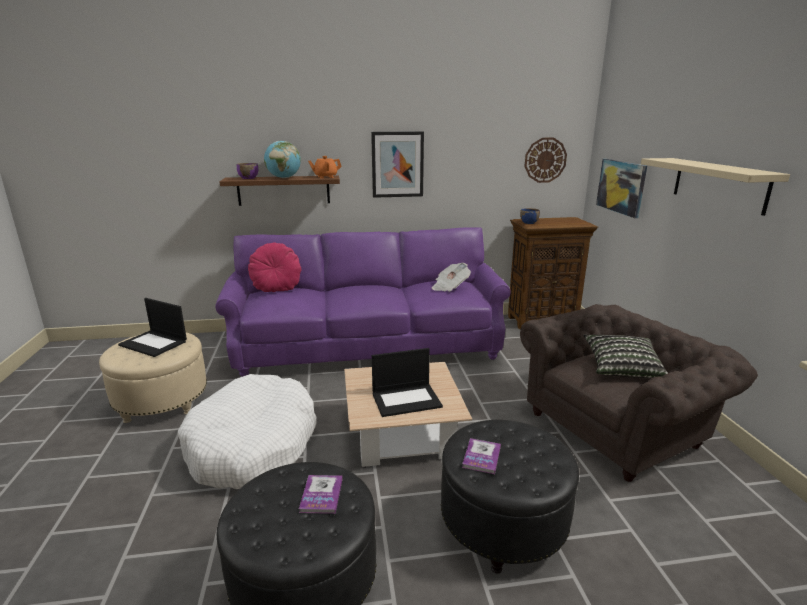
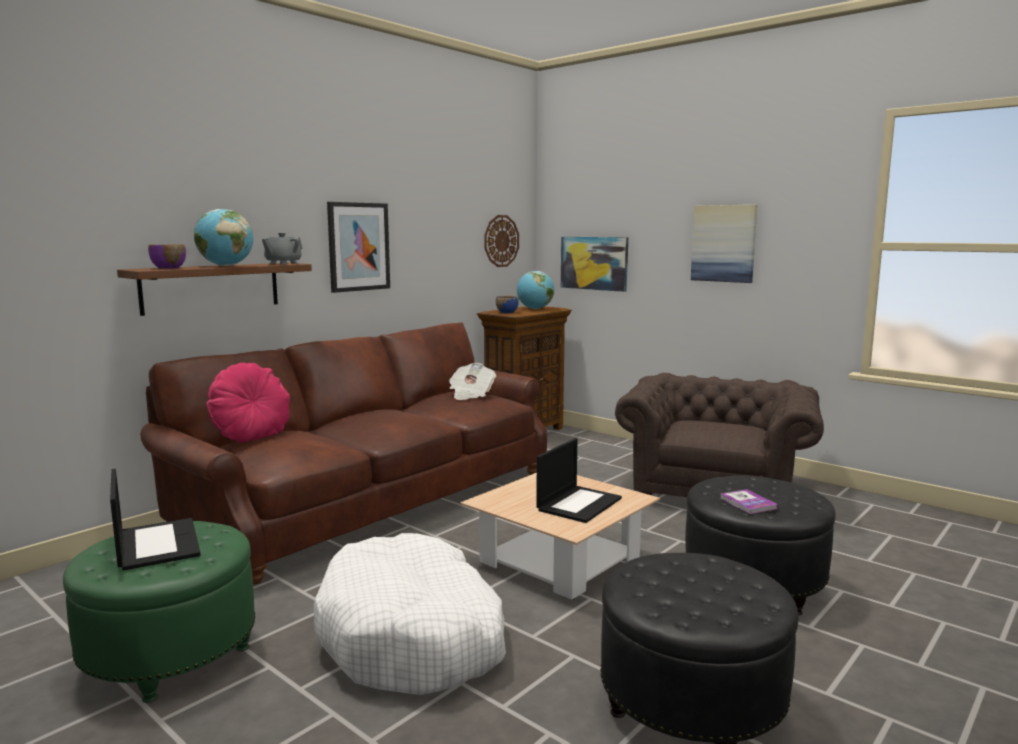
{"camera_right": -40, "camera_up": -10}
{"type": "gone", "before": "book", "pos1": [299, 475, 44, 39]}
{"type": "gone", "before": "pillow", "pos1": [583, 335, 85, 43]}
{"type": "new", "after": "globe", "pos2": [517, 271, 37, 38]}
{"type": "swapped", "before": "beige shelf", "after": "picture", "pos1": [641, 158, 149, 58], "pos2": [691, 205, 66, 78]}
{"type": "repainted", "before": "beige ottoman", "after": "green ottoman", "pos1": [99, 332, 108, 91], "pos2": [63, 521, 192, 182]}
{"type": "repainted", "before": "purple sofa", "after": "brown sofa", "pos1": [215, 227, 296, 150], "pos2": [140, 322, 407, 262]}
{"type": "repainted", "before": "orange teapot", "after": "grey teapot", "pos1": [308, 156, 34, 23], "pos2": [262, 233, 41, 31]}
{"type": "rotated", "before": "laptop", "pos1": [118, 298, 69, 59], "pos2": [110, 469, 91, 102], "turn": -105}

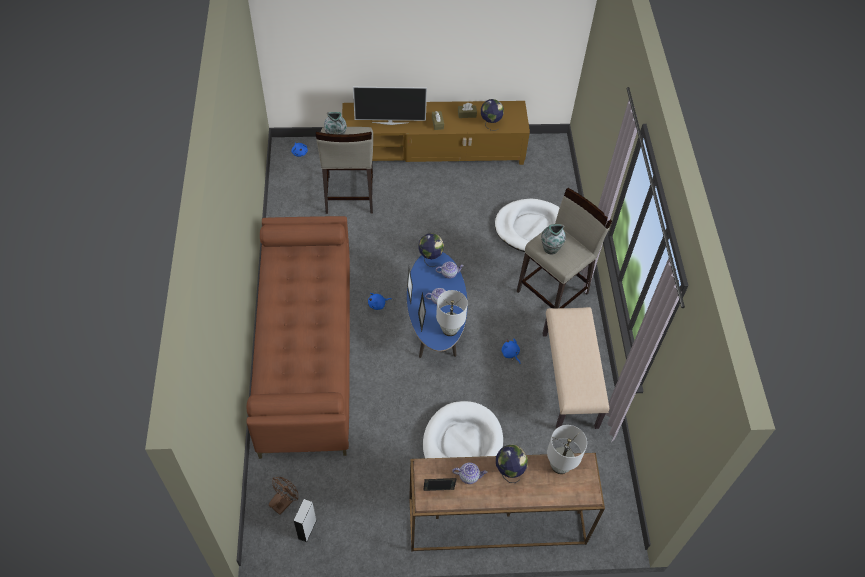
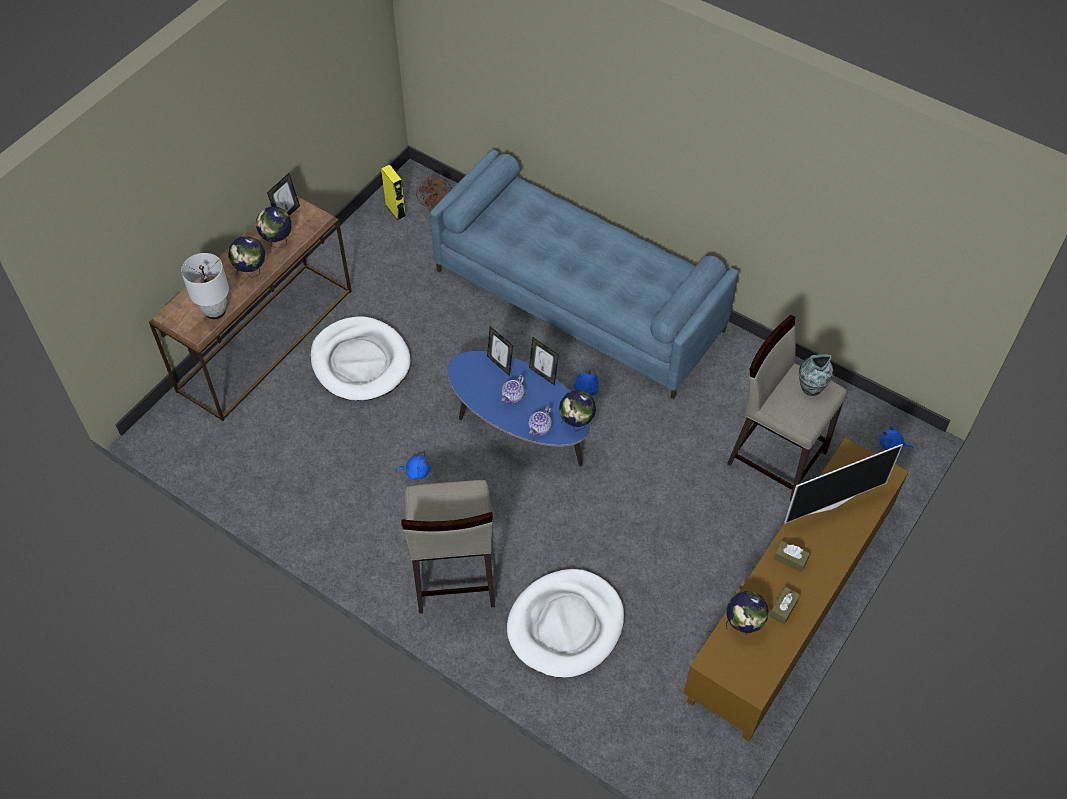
{"camera_right": 130, "camera_up": 0}
{"type": "gone", "before": "white table lamp", "pos1": [436, 290, 32, 46]}
{"type": "gone", "before": "vase", "pos1": [541, 224, 25, 30]}
{"type": "gone", "before": "beige bench", "pos1": [542, 307, 67, 122]}
{"type": "swapped", "before": "teapot", "after": "globe", "pos1": [452, 463, 35, 21], "pos2": [256, 206, 35, 42]}
{"type": "repainted", "before": "brown sofa", "after": "blue sofa", "pos1": [246, 216, 104, 243], "pos2": [430, 150, 308, 249]}
{"type": "repainted", "before": "grey speaker", "after": "yellow speaker", "pos1": [293, 499, 24, 44], "pos2": [381, 164, 25, 56]}
{"type": "rotated", "before": "television", "pos1": [353, 87, 74, 38], "pos2": [784, 444, 119, 80], "turn": -150}

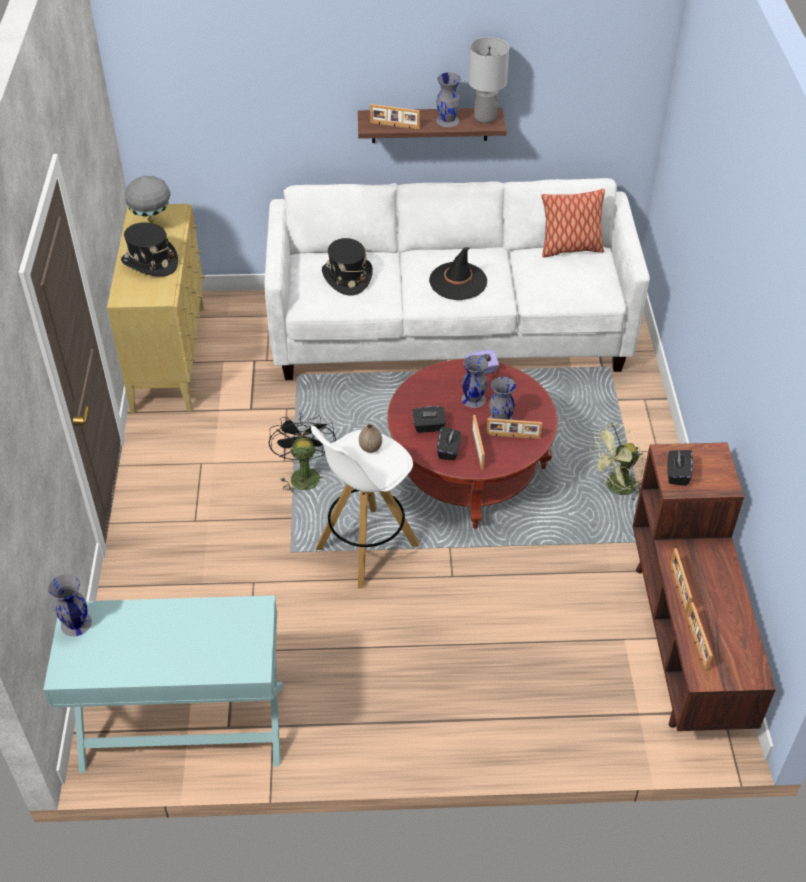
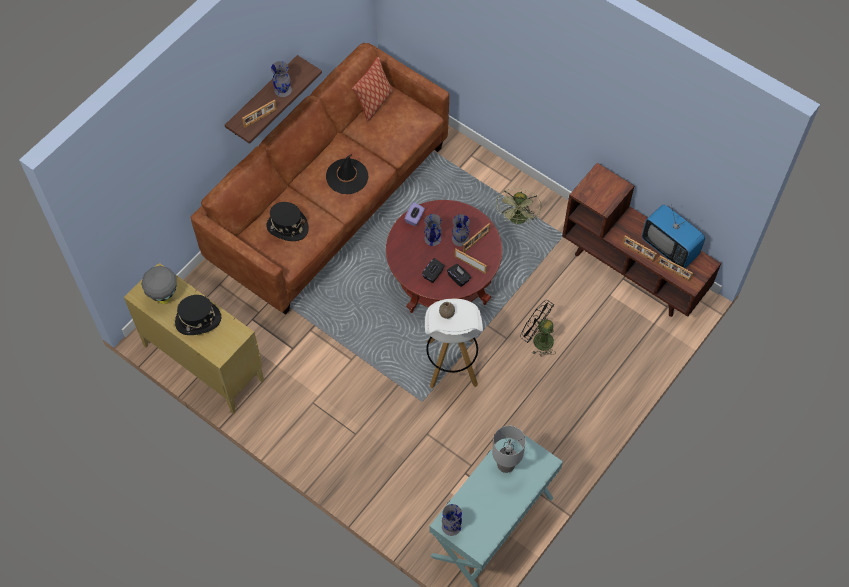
{"camera_right": -50, "camera_up": 15}
{"type": "gone", "before": "black tissue box", "pos1": [668, 450, 25, 36]}
{"type": "new", "after": "television", "pos2": [642, 204, 63, 64]}
{"type": "shifted", "before": "black fan", "pos1": [269, 413, 67, 81], "pos2": [520, 300, 36, 57]}
{"type": "shifted", "before": "grey table lamp", "pos1": [468, 37, 41, 87], "pos2": [492, 426, 34, 47]}
{"type": "repainted", "before": "white sofa", "after": "brown sofa", "pos1": [264, 178, 386, 202], "pos2": [191, 43, 258, 272]}

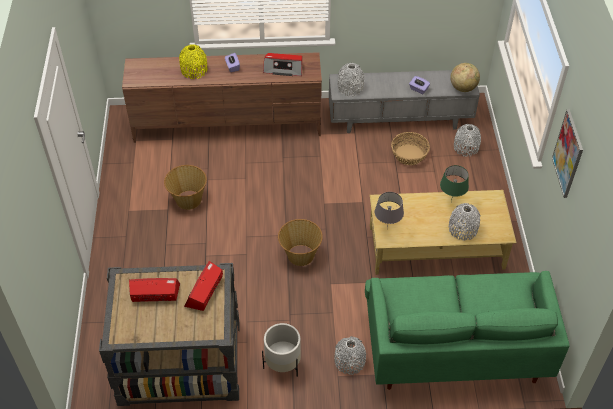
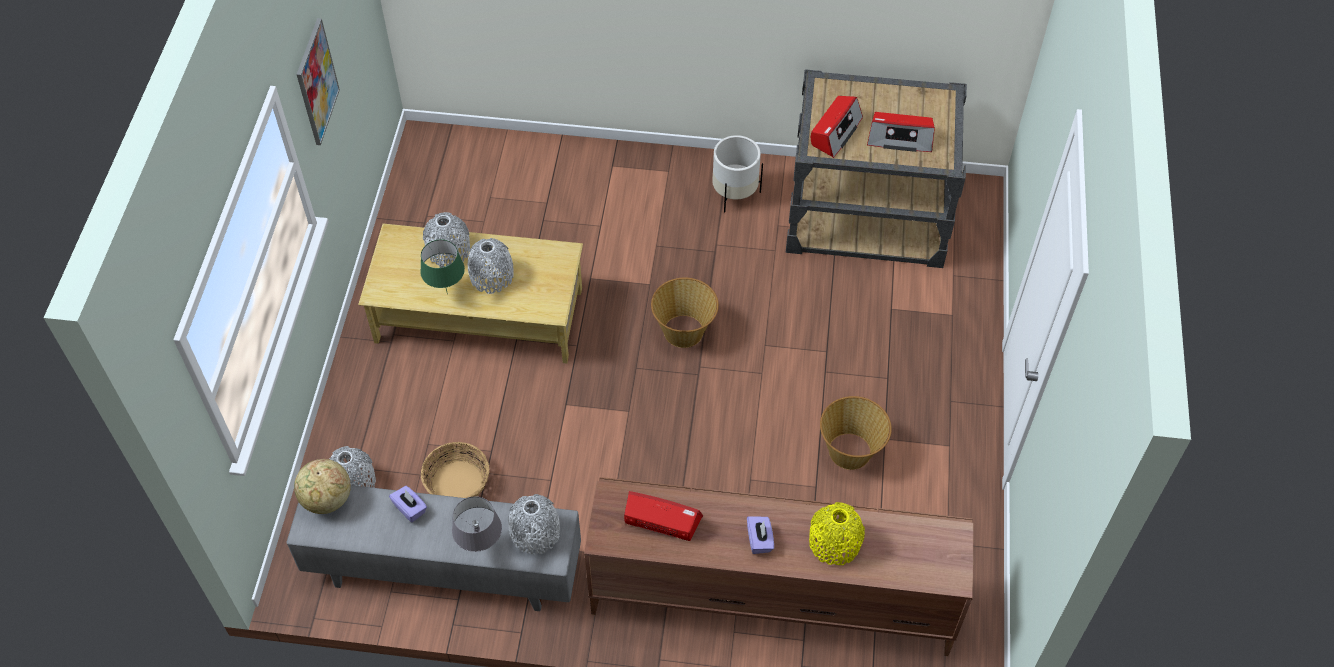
{"camera_right": -170, "camera_up": 5}
{"type": "gone", "before": "green sofa", "pos1": [365, 271, 205, 119]}
{"type": "shifted", "before": "grey vase", "pos1": [334, 336, 32, 39], "pos2": [467, 238, 47, 56]}
{"type": "shifted", "before": "grey table lamp", "pos1": [375, 192, 29, 37], "pos2": [452, 496, 50, 56]}

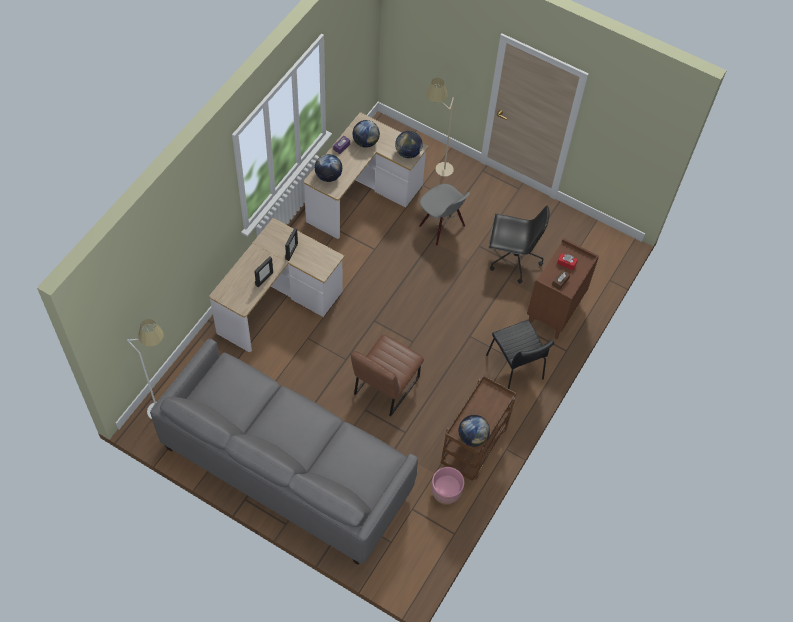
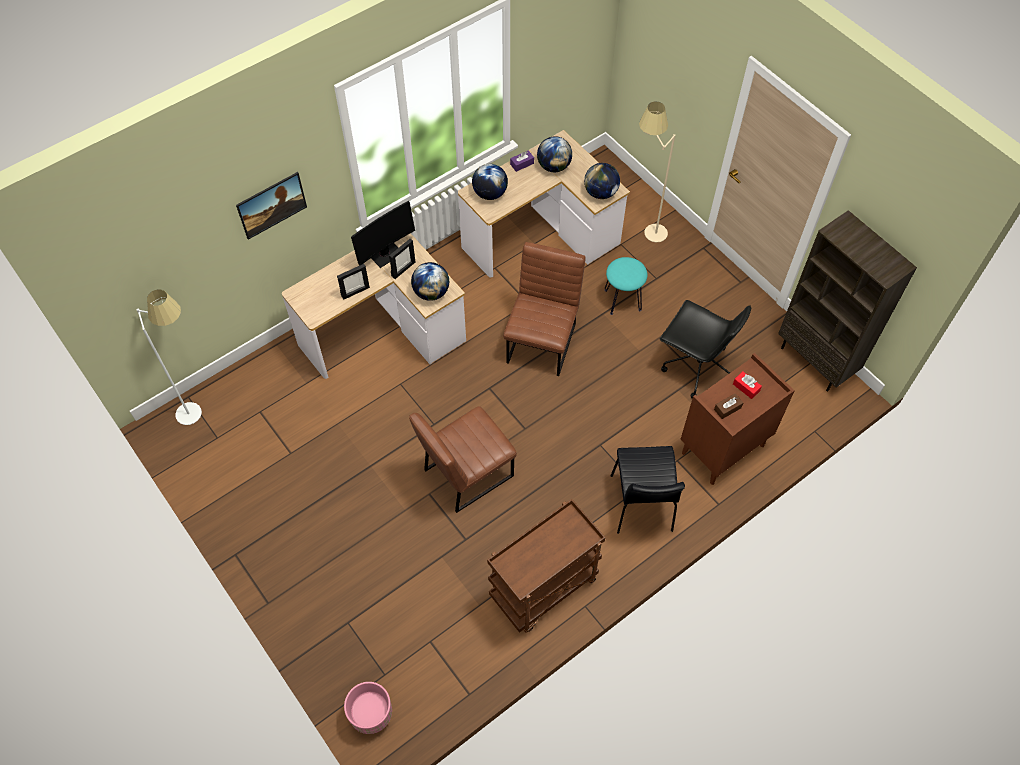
{"camera_right": 25, "camera_up": 0}
{"type": "gone", "before": "grey sofa", "pos1": [150, 339, 268, 226]}
{"type": "new", "after": "picture", "pos2": [236, 172, 71, 68]}
{"type": "new", "after": "monitor", "pos2": [351, 201, 64, 67]}
{"type": "new", "after": "brown chair", "pos2": [503, 242, 83, 134]}
{"type": "new", "after": "brown bookcase", "pos2": [778, 210, 139, 181]}
{"type": "shifted", "before": "pink planter", "pos1": [432, 467, 32, 38], "pos2": [344, 682, 48, 52]}
{"type": "shifted", "before": "globe", "pos1": [458, 415, 32, 31], "pos2": [411, 262, 38, 39]}
{"type": "swapped", "before": "grey chair", "after": "turquoise stool", "pos1": [419, 184, 51, 62], "pos2": [604, 257, 44, 58]}

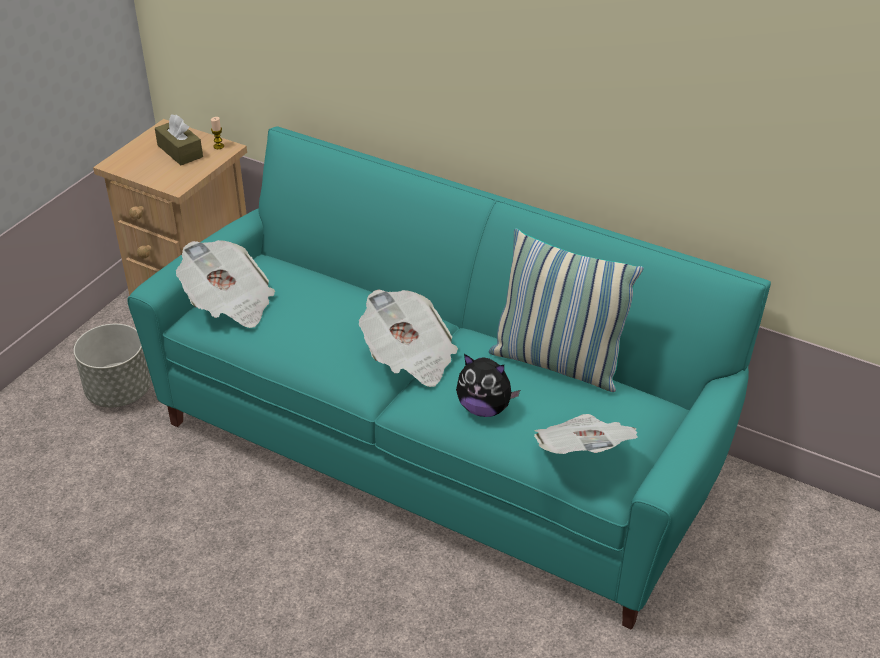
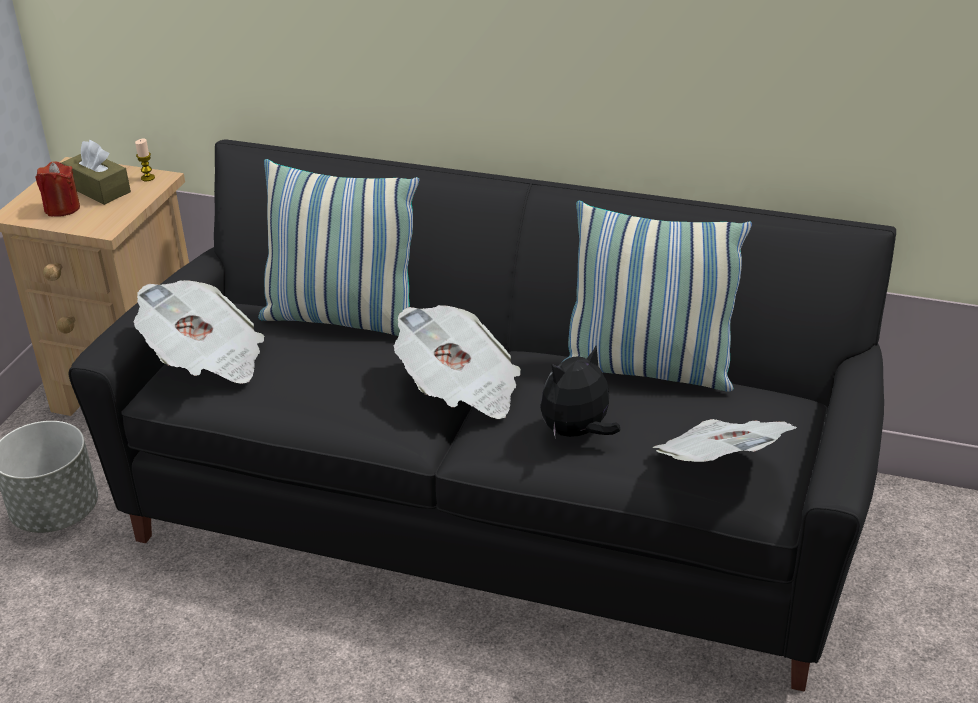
{"camera_right": -10, "camera_up": -5}
{"type": "new", "after": "red candle", "pos2": [36, 162, 44, 55]}
{"type": "new", "after": "pillow", "pos2": [258, 159, 161, 177]}
{"type": "repainted", "before": "turquoise sofa", "after": "black sofa", "pos1": [127, 126, 644, 504], "pos2": [69, 139, 827, 553]}
{"type": "rotated", "before": "plush toy", "pos1": [456, 354, 64, 63], "pos2": [541, 346, 79, 91], "turn": 135}

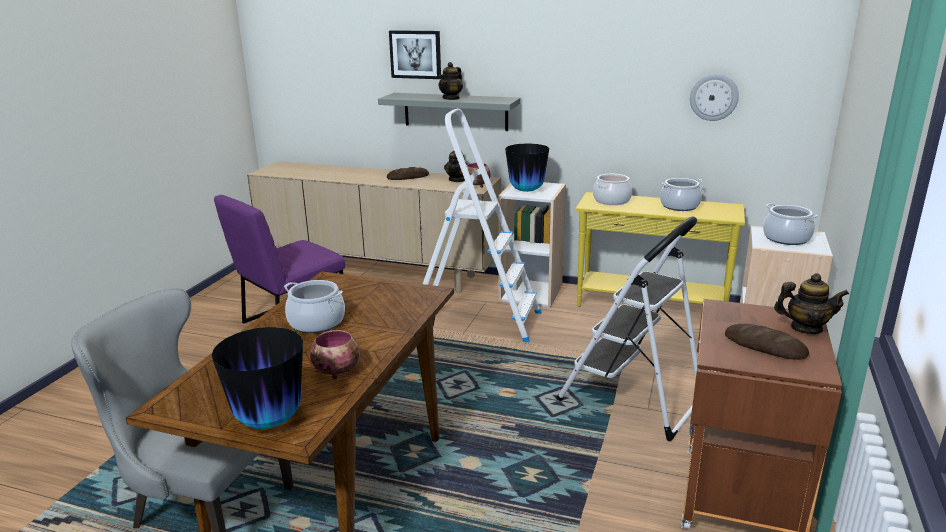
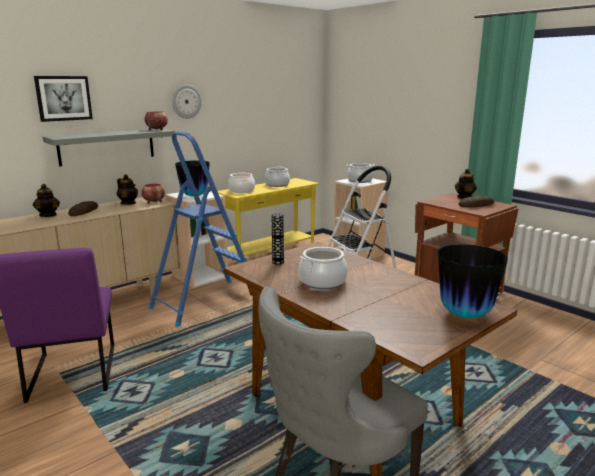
{"camera_right": -60, "camera_up": -5}
{"type": "new", "after": "vase", "pos2": [272, 213, 12, 52]}
{"type": "shifted", "before": "bowl", "pos1": [310, 330, 50, 49], "pos2": [144, 111, 24, 19]}
{"type": "shifted", "before": "teapot", "pos1": [439, 62, 24, 38], "pos2": [33, 184, 27, 33]}
{"type": "shifted", "before": "wall clock", "pos1": [690, 74, 49, 47], "pos2": [172, 85, 30, 34]}
{"type": "repainted", "before": "white step ladder", "after": "blue step ladder", "pos1": [423, 108, 119, 234], "pos2": [148, 131, 99, 196]}

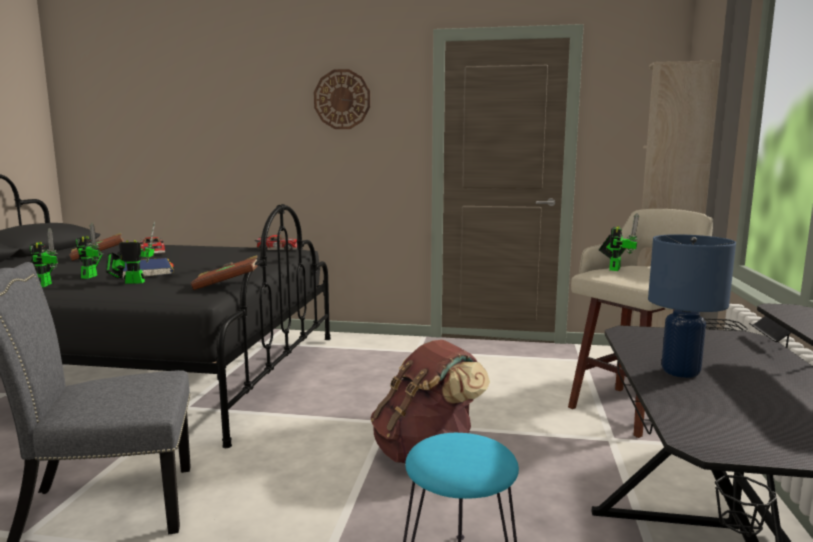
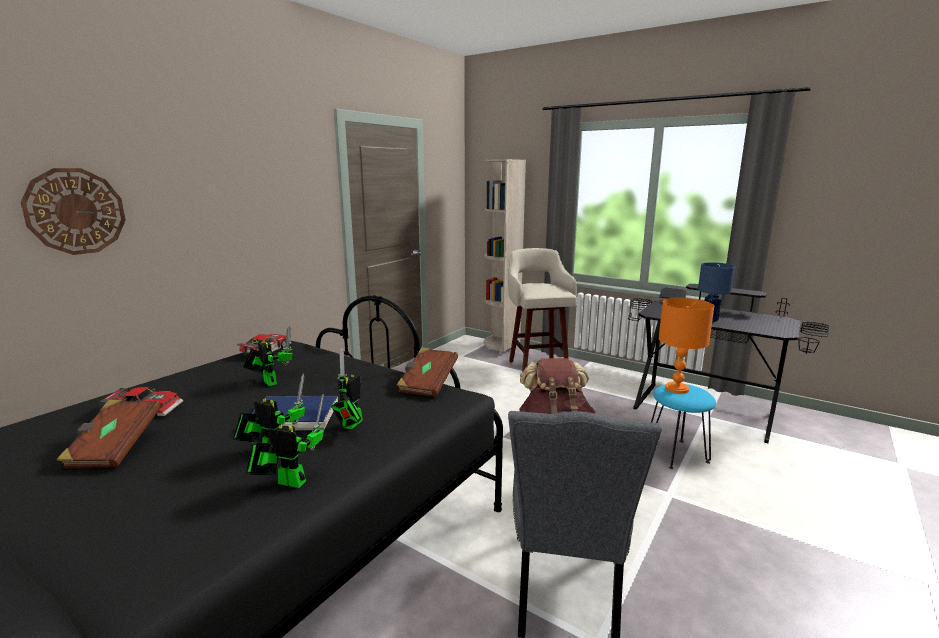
{"camera_right": -65, "camera_up": 5}
{"type": "new", "after": "orange table lamp", "pos2": [658, 298, 56, 96]}
{"type": "shifted", "before": "wall clock", "pos1": [314, 69, 56, 60], "pos2": [20, 168, 106, 87]}
{"type": "shifted", "before": "toy robot", "pos1": [599, 213, 40, 58], "pos2": [243, 327, 50, 59]}

